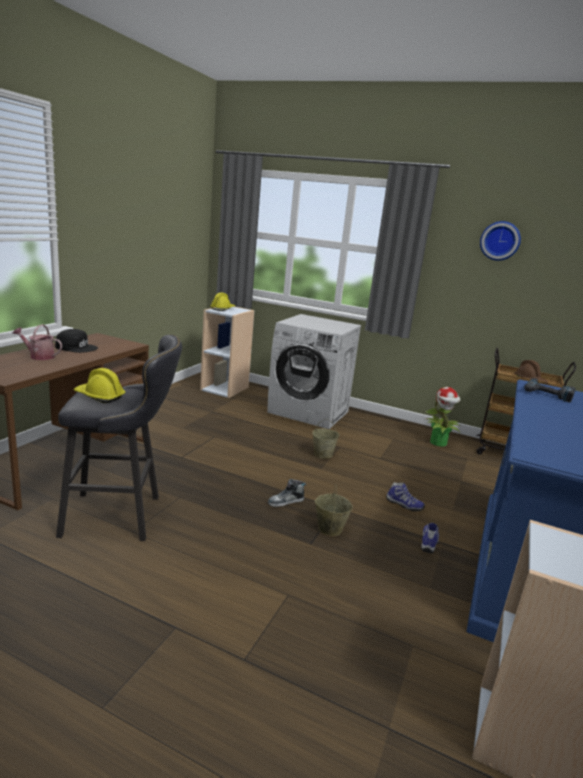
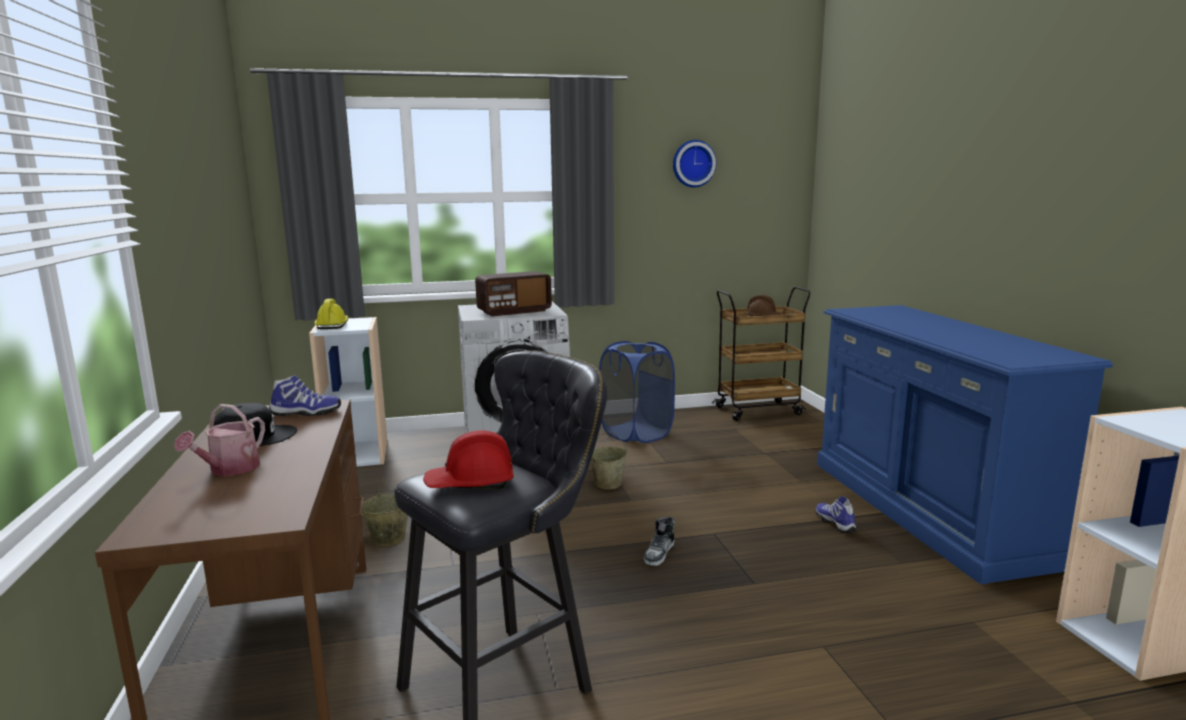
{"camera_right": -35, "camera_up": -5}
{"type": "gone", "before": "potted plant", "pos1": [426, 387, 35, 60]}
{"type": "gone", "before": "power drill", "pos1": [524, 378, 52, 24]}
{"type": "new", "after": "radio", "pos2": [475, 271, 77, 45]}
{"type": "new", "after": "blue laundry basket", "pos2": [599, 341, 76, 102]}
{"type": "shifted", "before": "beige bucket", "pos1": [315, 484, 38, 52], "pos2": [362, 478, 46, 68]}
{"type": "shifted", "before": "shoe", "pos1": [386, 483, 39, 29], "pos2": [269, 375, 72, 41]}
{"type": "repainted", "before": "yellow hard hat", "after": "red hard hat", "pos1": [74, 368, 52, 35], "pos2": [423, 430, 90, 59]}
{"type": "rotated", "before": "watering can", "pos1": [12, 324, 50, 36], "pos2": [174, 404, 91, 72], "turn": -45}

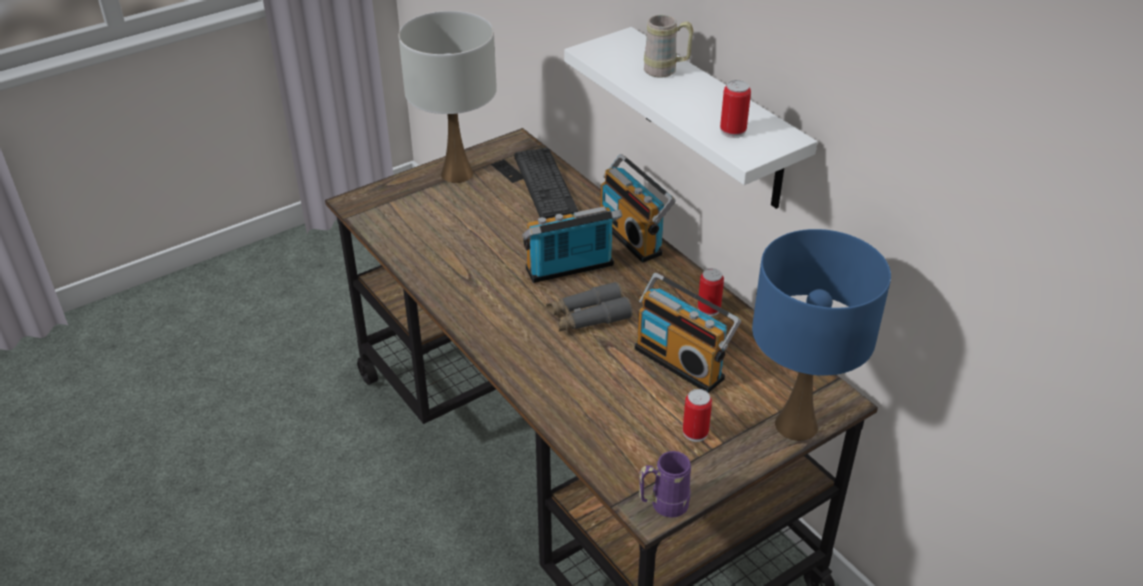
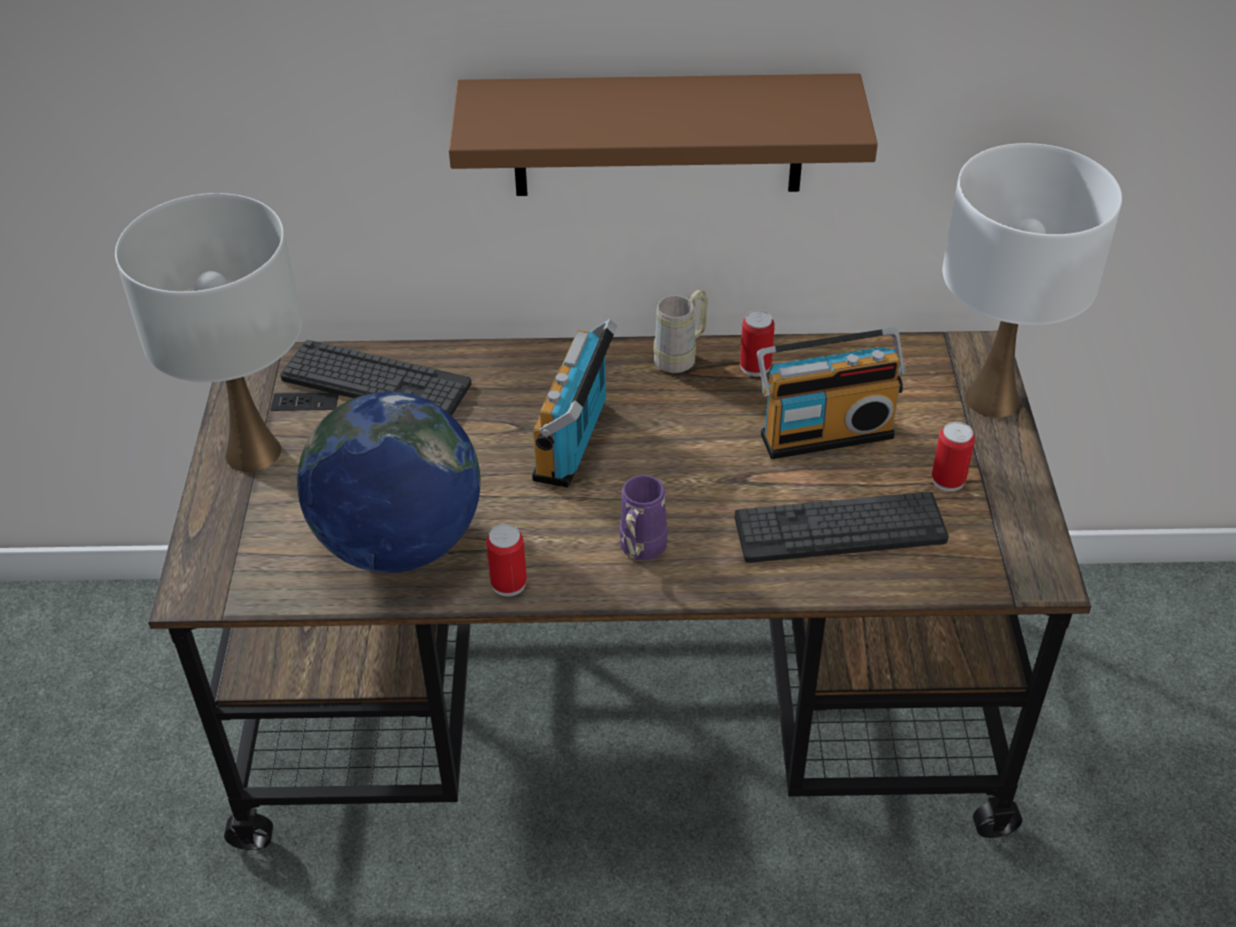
{"camera_right": -55, "camera_up": 5}
{"type": "gone", "before": "grey binoculars", "pos1": [546, 282, 87, 50]}
{"type": "gone", "before": "radio", "pos1": [600, 154, 76, 109]}
{"type": "new", "after": "globe", "pos2": [297, 391, 184, 182]}
{"type": "new", "after": "keyboard", "pos2": [735, 492, 214, 71]}
{"type": "shifted", "before": "purple mug", "pos1": [639, 451, 52, 67], "pos2": [619, 475, 49, 85]}
{"type": "shifted", "before": "beige mug", "pos1": [644, 15, 49, 63], "pos2": [653, 290, 55, 83]}
{"type": "shifted", "before": "can", "pos1": [720, 80, 31, 58], "pos2": [486, 524, 41, 72]}
{"type": "repainted", "before": "white shelf", "after": "brown shelf", "pos1": [564, 27, 253, 182], "pos2": [449, 73, 429, 123]}
{"type": "repainted", "before": "blue table lamp", "after": "white table lamp", "pos1": [752, 229, 139, 212], "pos2": [942, 143, 180, 275]}

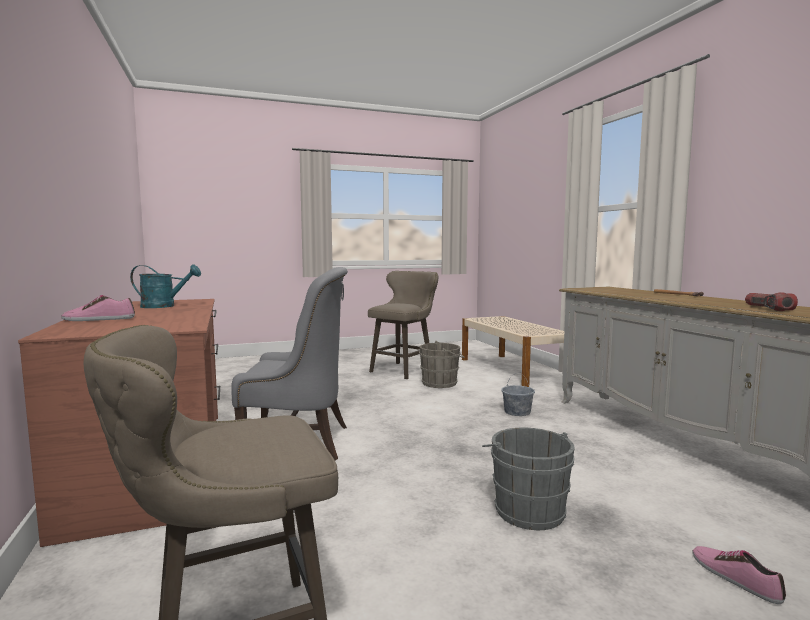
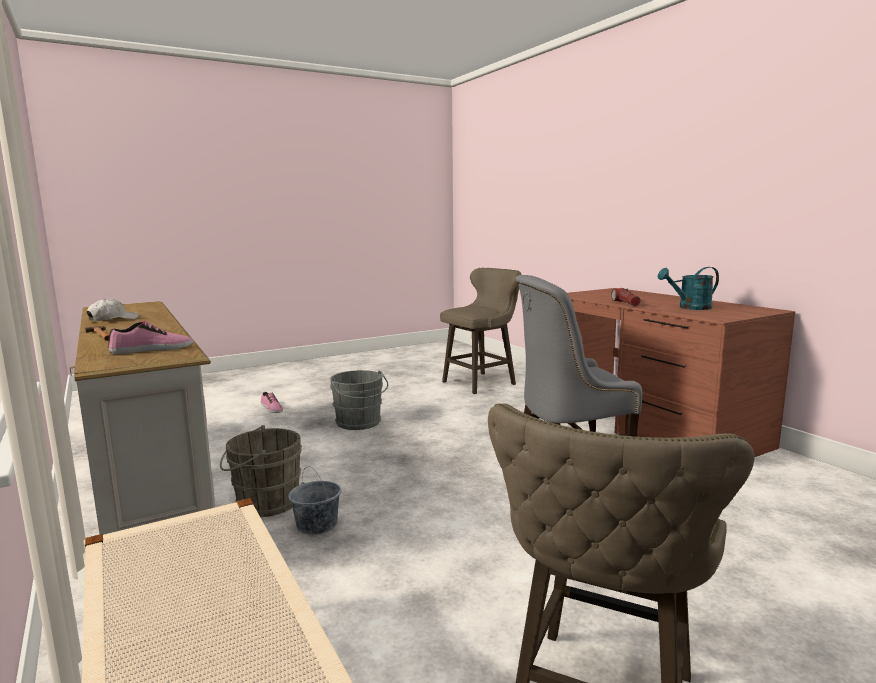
{"camera_right": 170, "camera_up": 5}
{"type": "new", "after": "white cap", "pos2": [87, 298, 52, 23]}
{"type": "shifted", "before": "shoe", "pos1": [61, 295, 74, 26], "pos2": [108, 321, 85, 33]}
{"type": "shifted", "before": "grey bucket", "pos1": [419, 341, 45, 47], "pos2": [220, 425, 82, 92]}
{"type": "shifted", "before": "flashlight", "pos1": [745, 292, 53, 19], "pos2": [611, 288, 30, 18]}

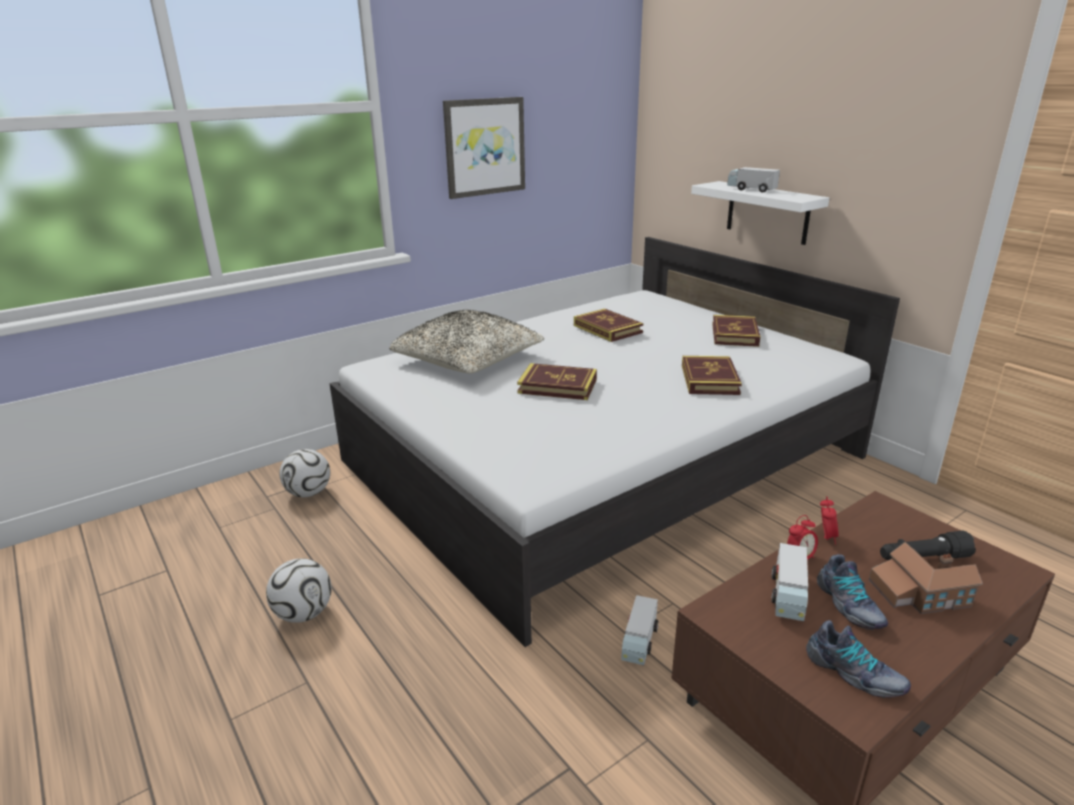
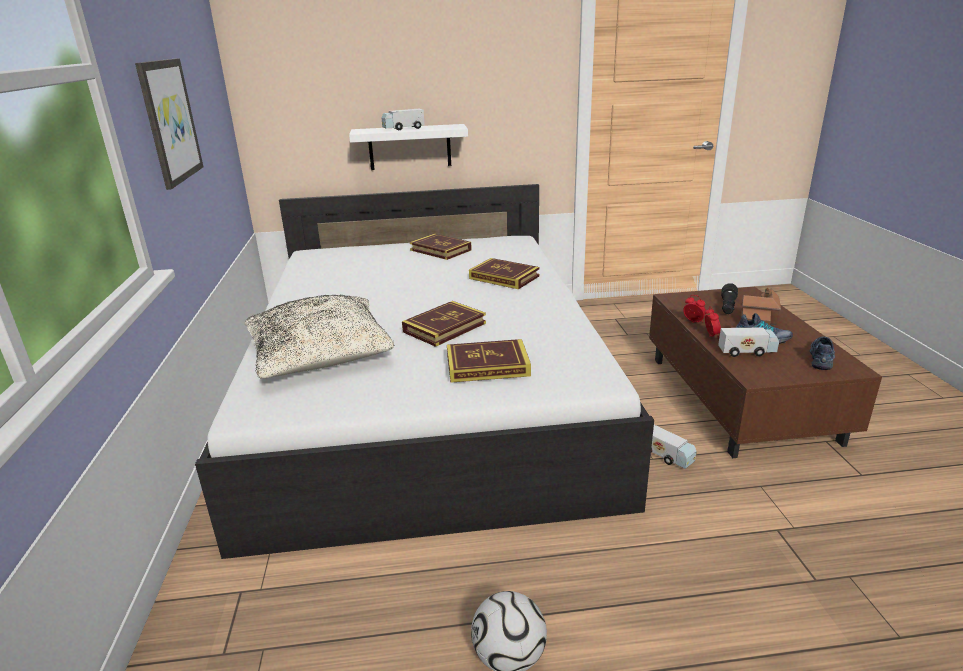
{"camera_right": -60, "camera_up": 0}
{"type": "gone", "before": "football", "pos1": [280, 449, 50, 48]}
{"type": "shifted", "before": "book", "pos1": [574, 309, 69, 33], "pos2": [447, 339, 84, 44]}
{"type": "rotated", "before": "toy truck", "pos1": [771, 543, 37, 78], "pos2": [718, 327, 61, 30], "turn": -45}
{"type": "rotated", "before": "shoe", "pos1": [806, 620, 105, 78], "pos2": [810, 336, 25, 34], "turn": -45}

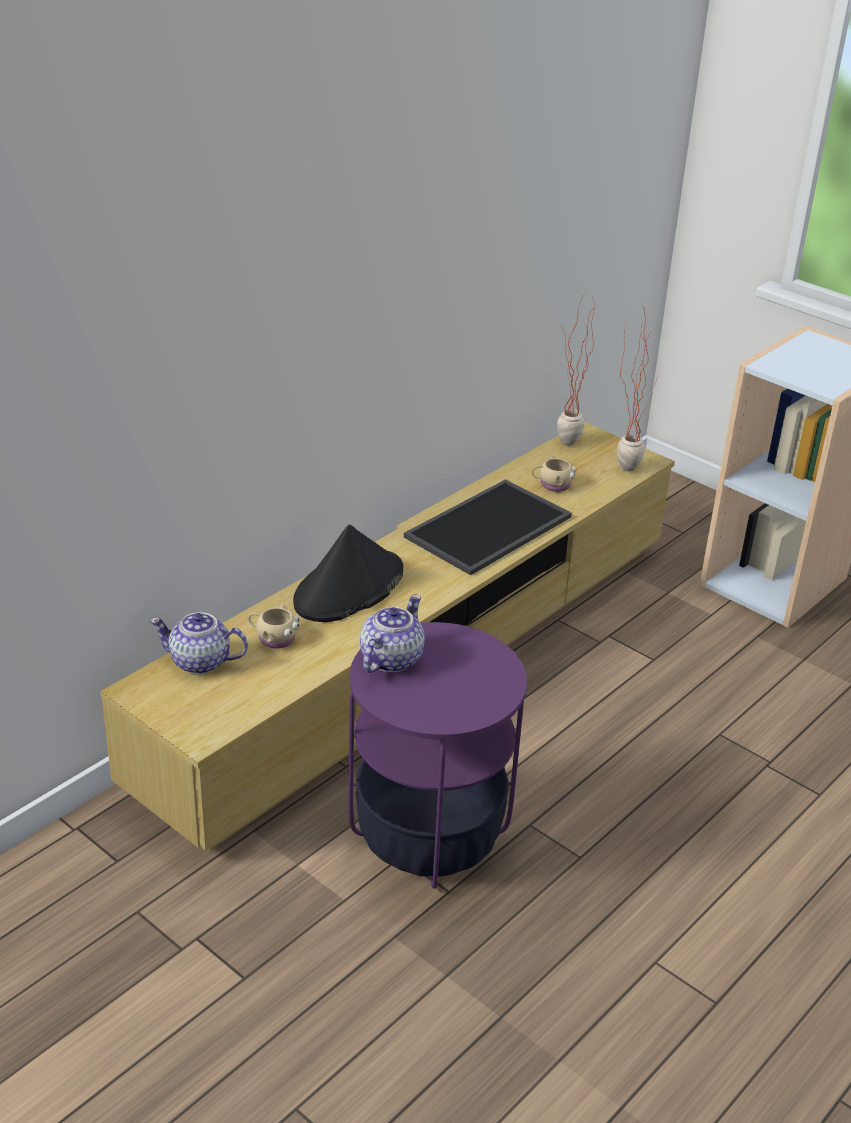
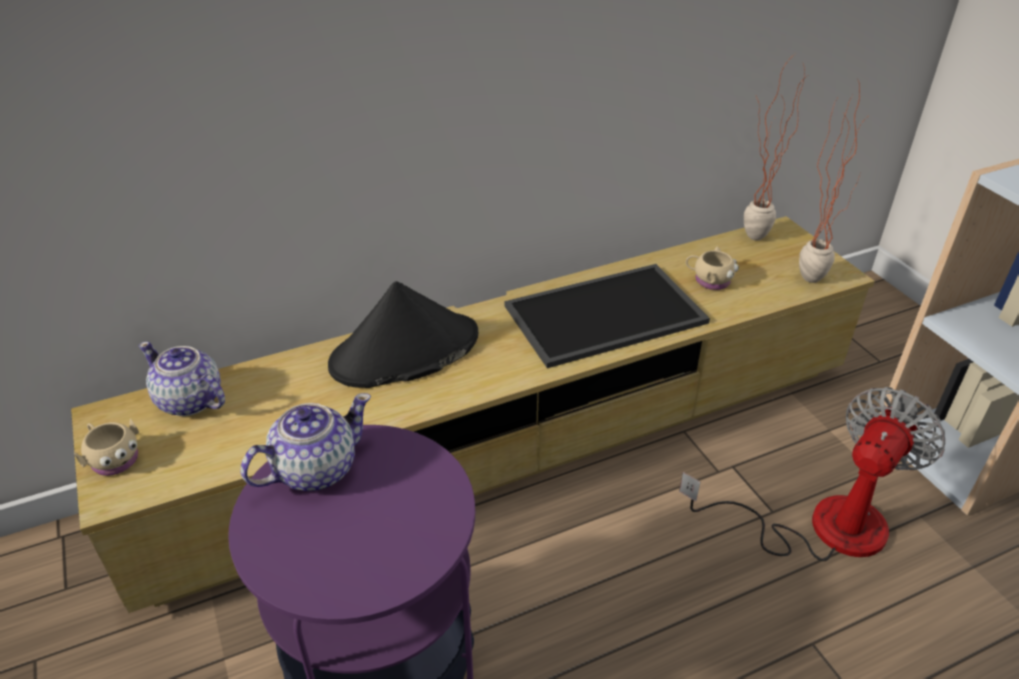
{"camera_right": 25, "camera_up": 5}
{"type": "new", "after": "fan", "pos2": [679, 387, 266, 174]}
{"type": "shifted", "before": "beige mug", "pos1": [248, 603, 51, 45], "pos2": [74, 419, 65, 57]}

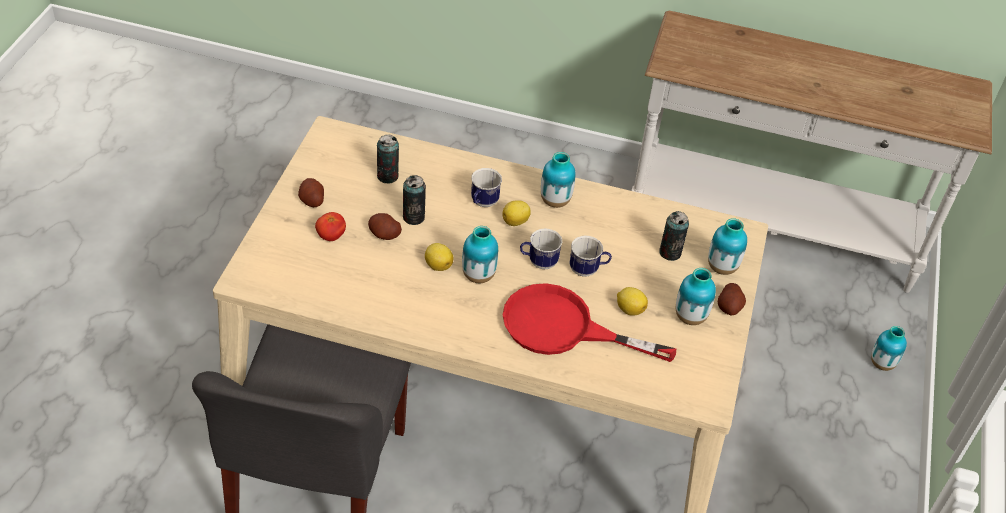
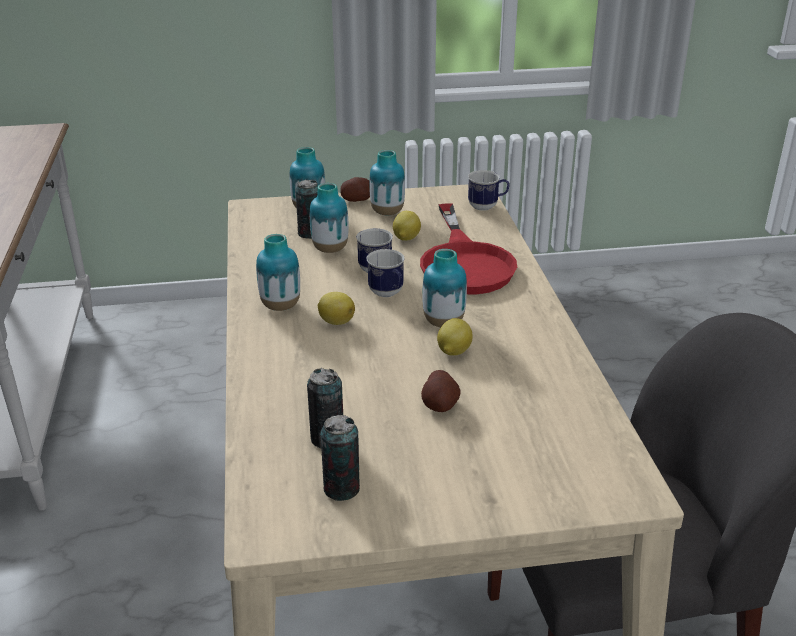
{"camera_right": -110, "camera_up": -15}
{"type": "gone", "before": "potato", "pos1": [298, 178, 26, 29]}
{"type": "gone", "before": "tomato", "pos1": [315, 212, 31, 29]}
{"type": "shifted", "before": "can", "pos1": [403, 175, 23, 50], "pos2": [320, 415, 40, 86]}
{"type": "shifted", "before": "mug", "pos1": [471, 168, 31, 39], "pos2": [468, 170, 41, 41]}
{"type": "shifted", "before": "vase", "pos1": [871, 326, 36, 45], "pos2": [310, 183, 39, 70]}

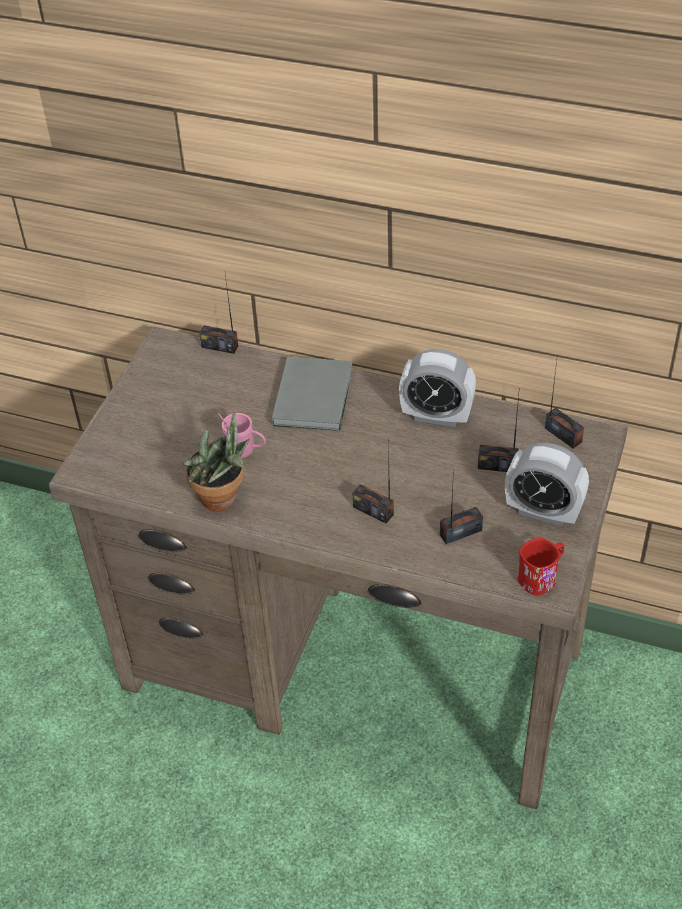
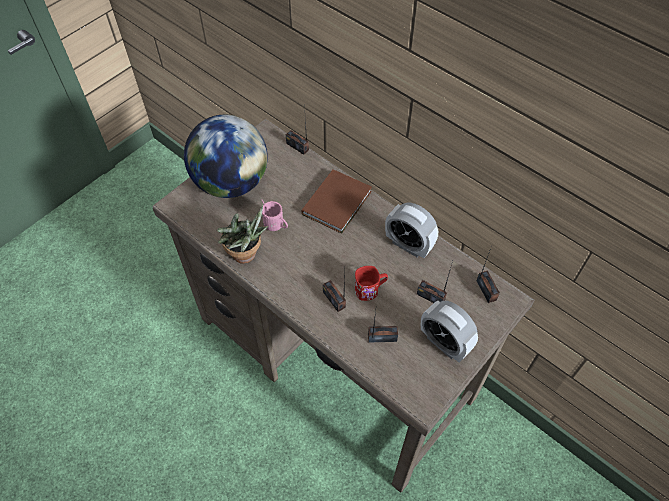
{"camera_right": 20, "camera_up": 10}
{"type": "new", "after": "globe", "pos2": [184, 115, 84, 83]}
{"type": "shifted", "before": "red mug", "pos1": [518, 537, 46, 58], "pos2": [355, 266, 33, 35]}
{"type": "repainted", "before": "grey book", "after": "brown book", "pos1": [272, 357, 81, 74], "pos2": [302, 169, 70, 65]}

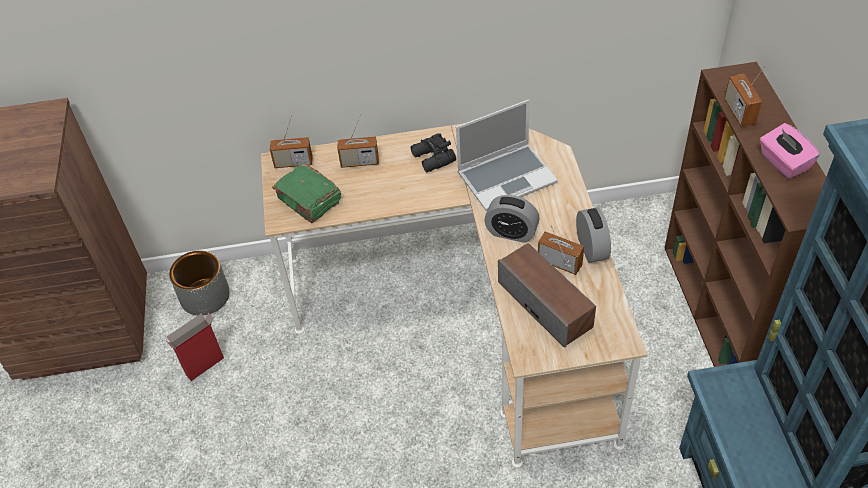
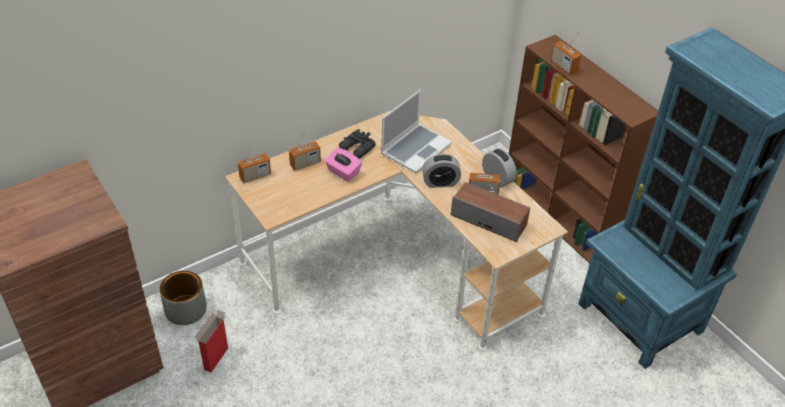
{"camera_right": -30, "camera_up": -5}
{"type": "gone", "before": "green book", "pos1": [272, 163, 69, 60]}
{"type": "shifted", "before": "pink tissue box", "pos1": [760, 123, 60, 56], "pos2": [325, 148, 37, 33]}

